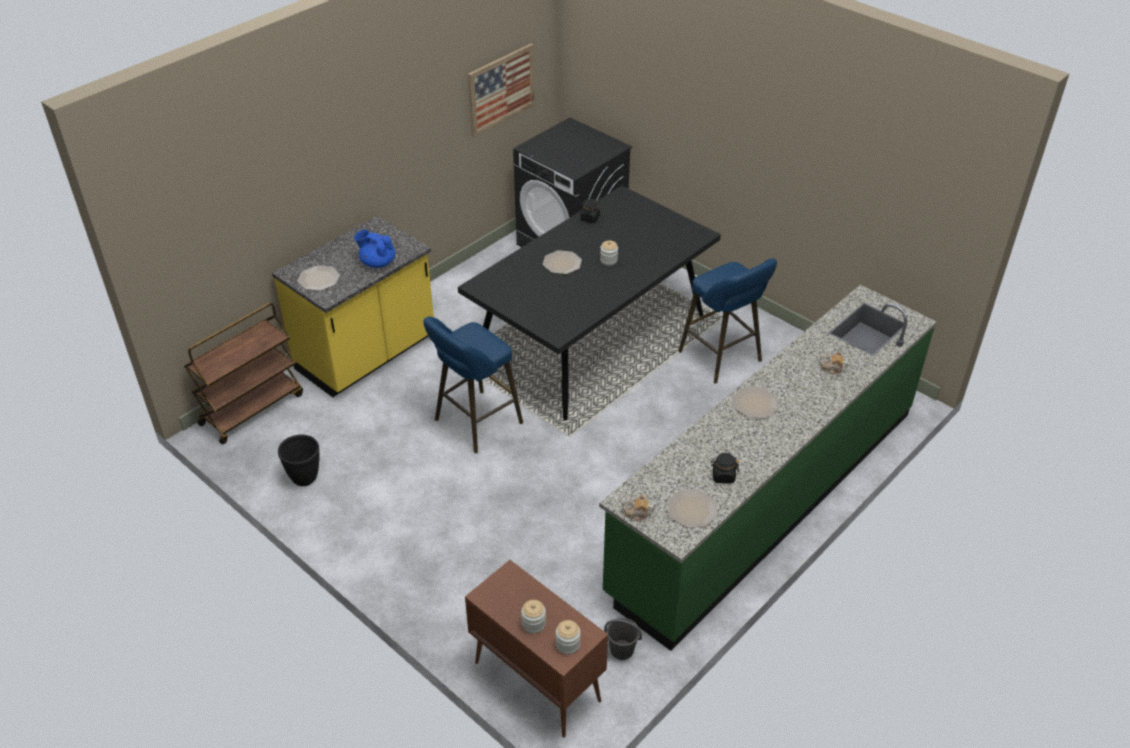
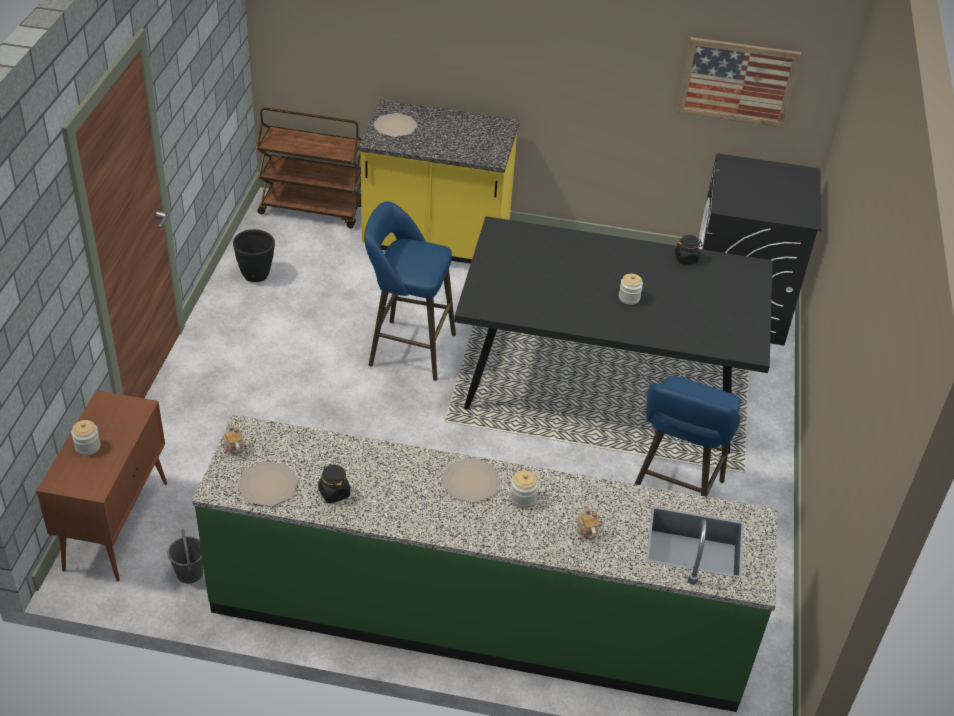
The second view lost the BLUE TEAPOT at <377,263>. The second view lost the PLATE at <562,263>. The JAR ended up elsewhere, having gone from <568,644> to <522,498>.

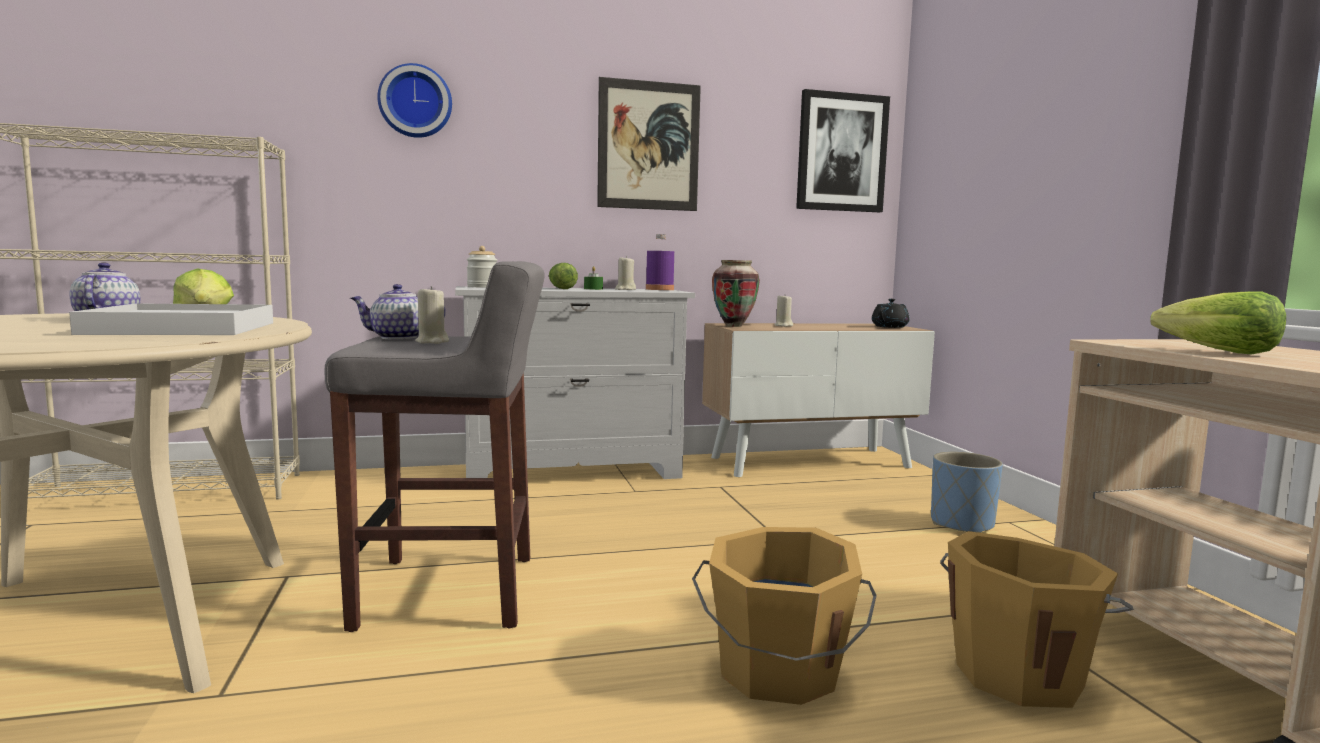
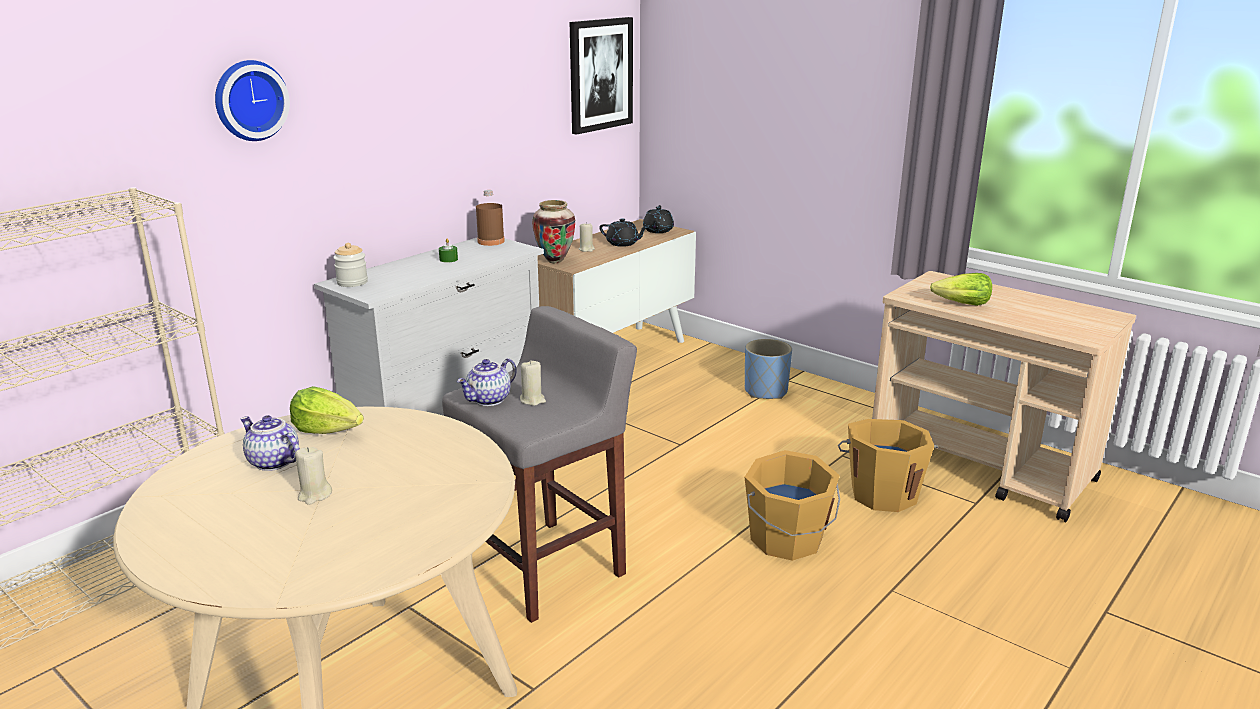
The second view lost the PICTURE at <648,146>. What was the PURPLE BOTTLE at <659,289> turned into the BROWN BOTTLE at <491,241>. The BEIGE CANDLE ended up elsewhere, having gone from <625,289> to <314,495>. The second view lost the LETTUCE at <561,288>. The second view lost the WHITE TRAY at <182,328>. The second view gained the BLACK TEAPOT at <623,243>.

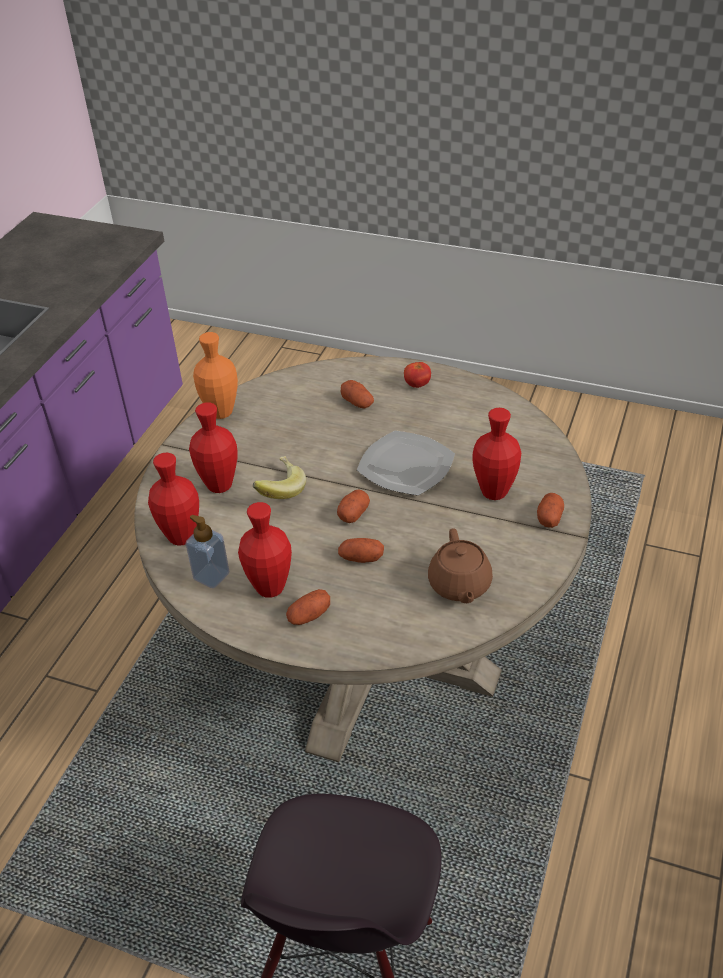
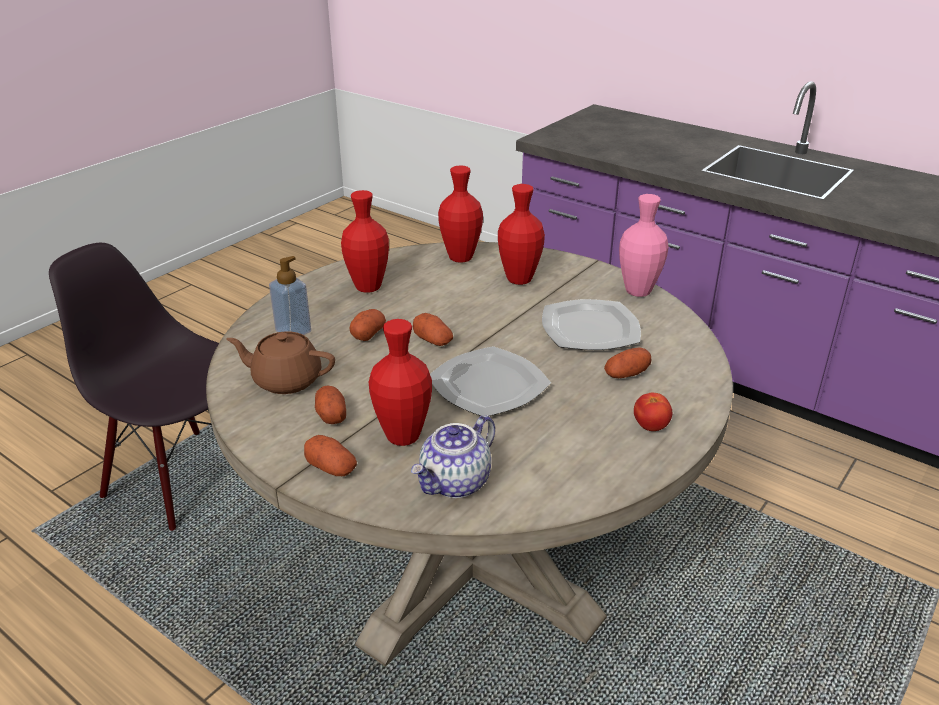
What was the ORANGE VASE at <221,412> turned into the PINK VASE at <638,291>. The second view lost the BANANA at <278,490>. The SOAP DISPENSER ended up elsewhere, having gone from <211,576> to <293,331>. The POTATO ended up elsewhere, having gone from <309,615> to <331,415>. The second view gained the PLATE at <589,329>. The second view gained the TEAPOT at <455,483>.

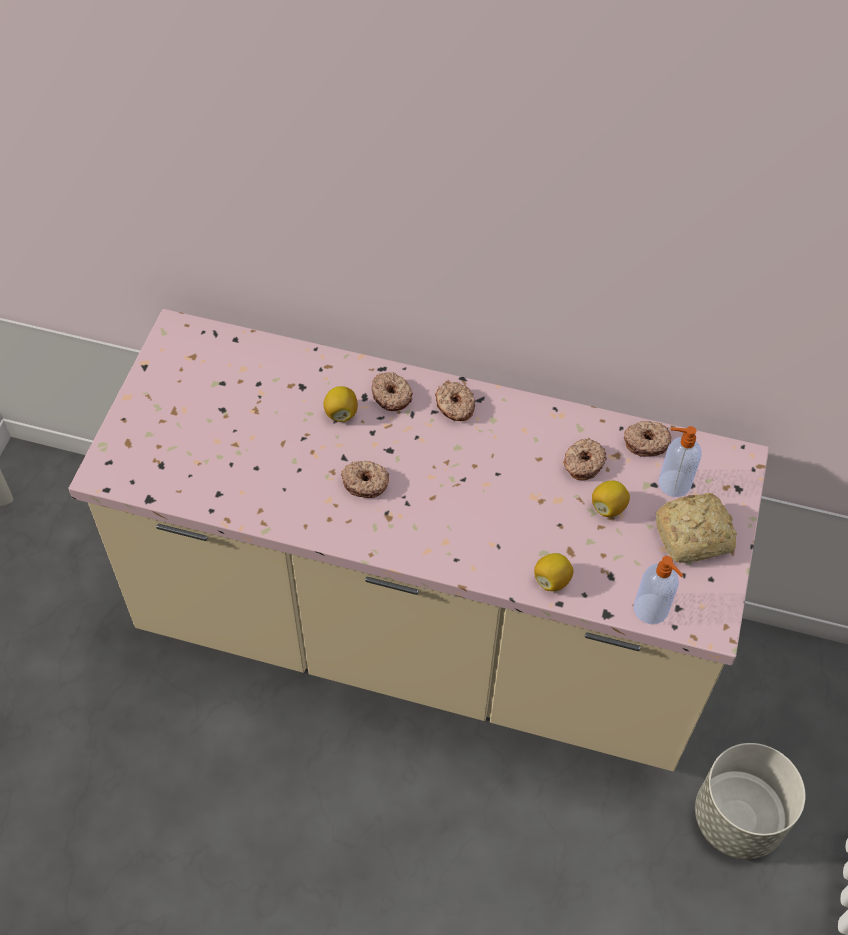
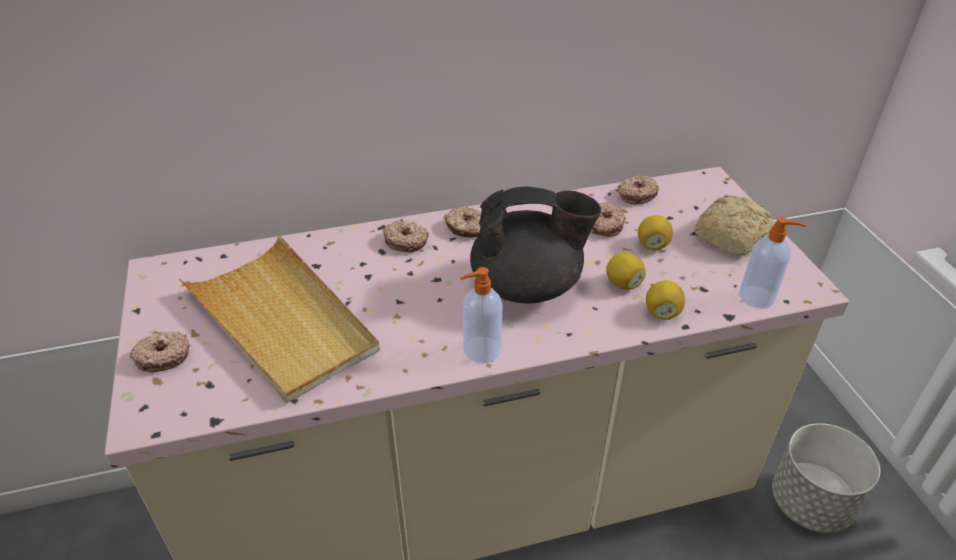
The LEMON ended up elsewhere, having gone from <341,413> to <623,284>. The SOAP DISPENSER ended up elsewhere, having gone from <673,483> to <480,350>. The DONUT ended up elsewhere, having gone from <365,482> to <163,356>. The second view gained the BLACK TEAPOT at <528,286>. The second view gained the BEIGE TRAY at <281,321>.

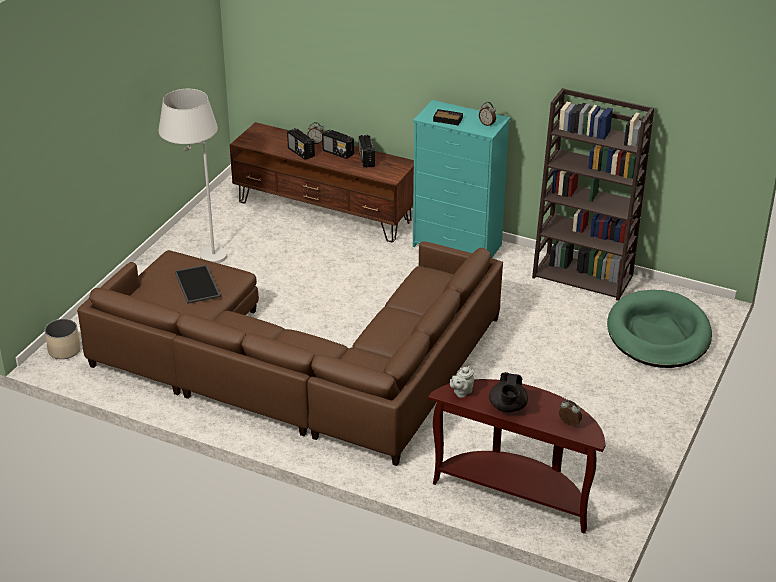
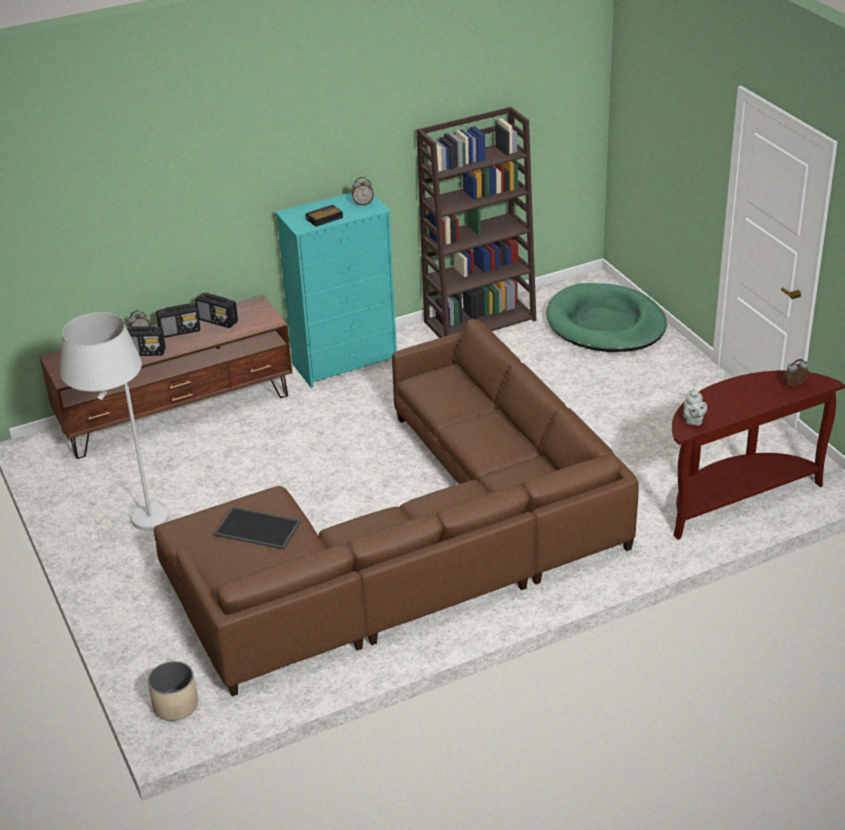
The second view lost the BLACK TEAPOT at <507,407>.

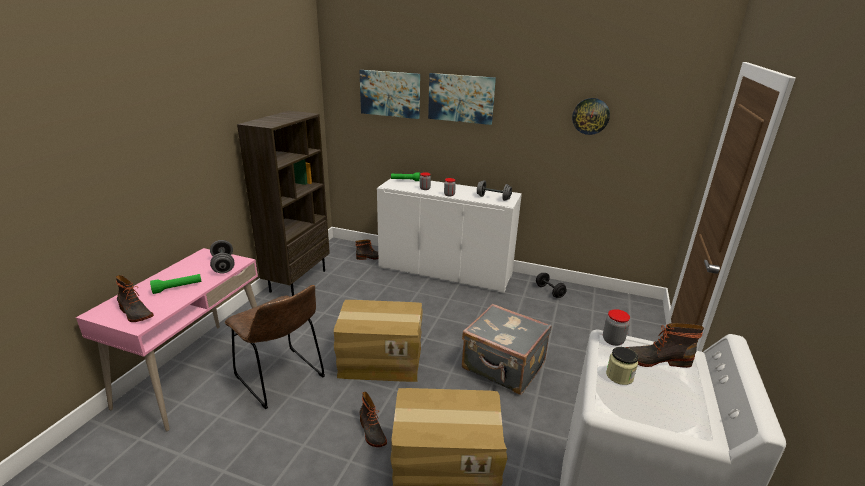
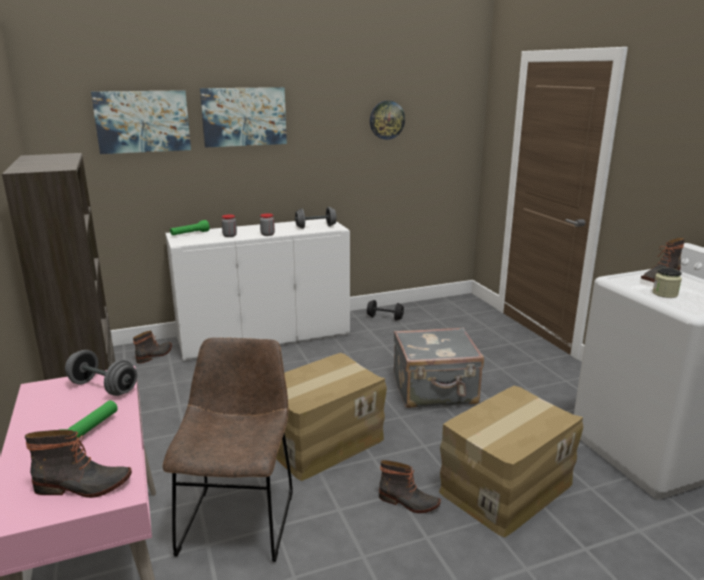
The BROWN CHAIR at <282,379> ended up facing another way, 90 degrees counterclockwise from before. The second view lost the JAR at <613,340>.

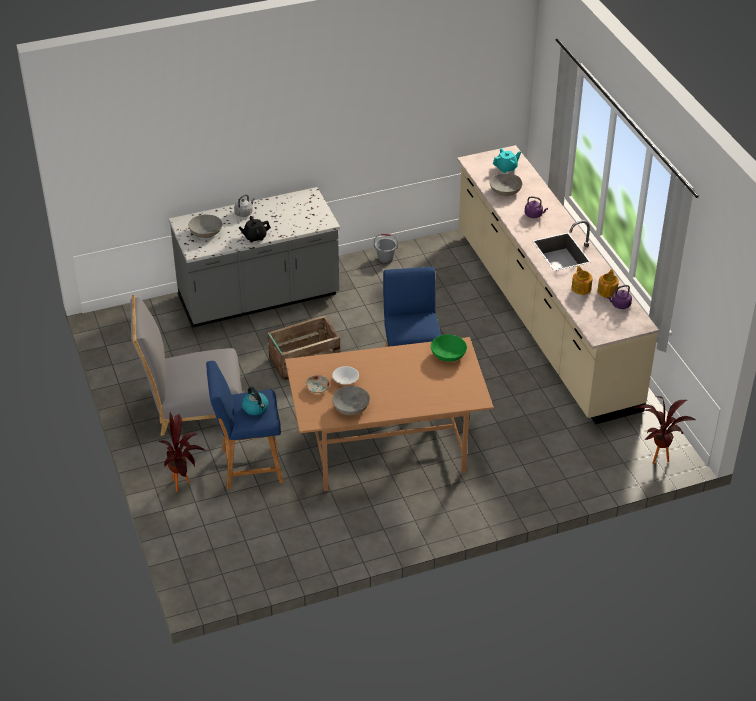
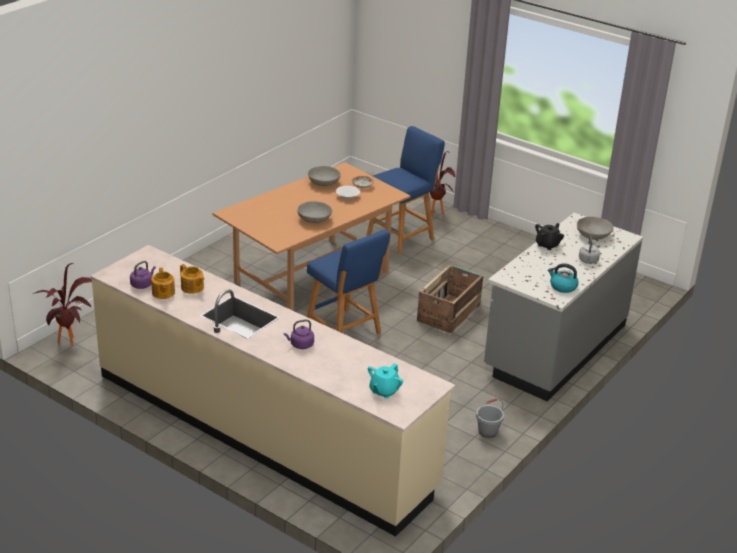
The GREY BOWL ended up elsewhere, having gone from <505,190> to <314,219>. The second view lost the GREY CHAIR at <193,406>. The second view lost the GREEN BOWL at <448,355>. The KETTLE ended up elsewhere, having gone from <256,408> to <562,287>.

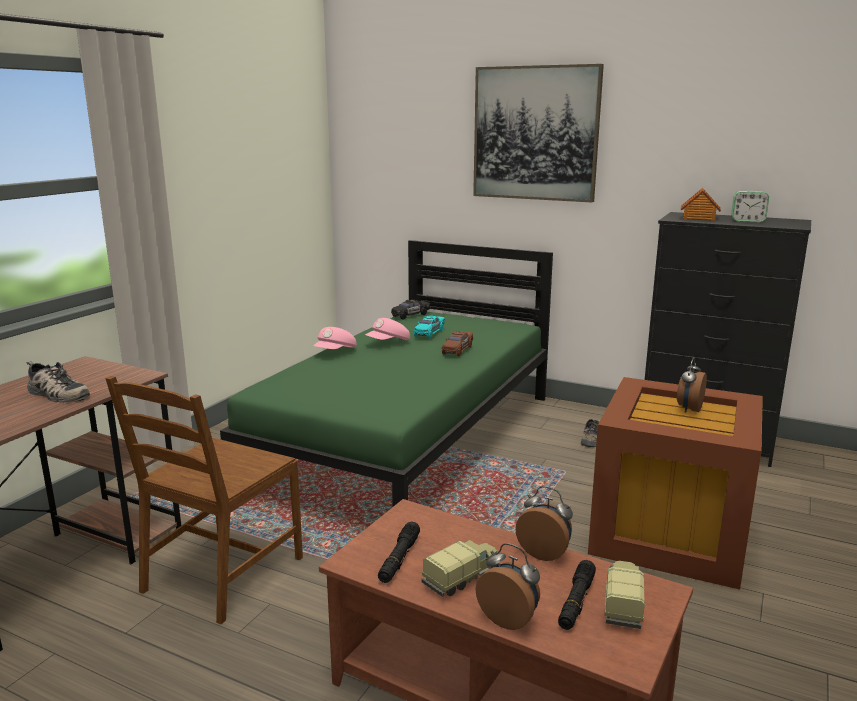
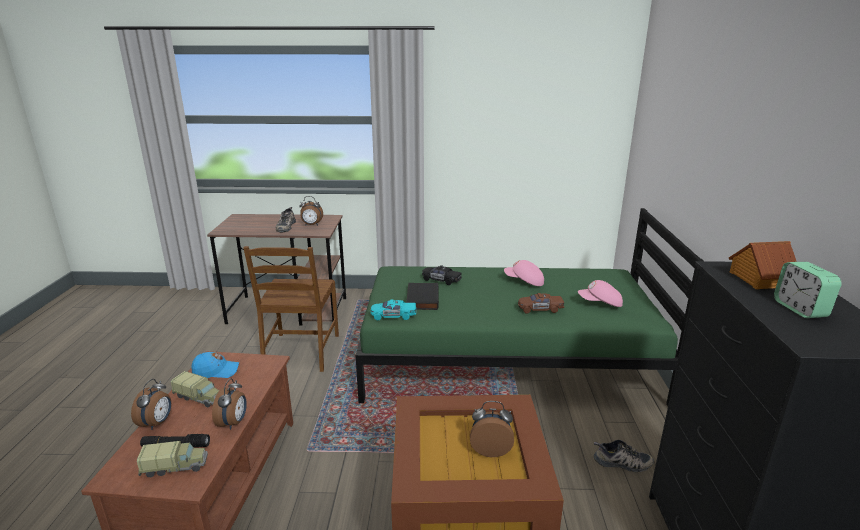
The second view lost the PICTURE at <535,133>. The BLACK TOY CAR ended up elsewhere, having gone from <410,315> to <441,280>. The TURQUOISE TOY CAR ended up elsewhere, having gone from <429,333> to <393,316>. The PINK CAP ended up elsewhere, having gone from <335,352> to <600,303>. The BROWN CHAIR at <222,574> ended up facing another way, 90 degrees counterclockwise from before. Where the BLACK FLASHLIGHT stood at <399,559>, the BLUE CAP came to stand at <216,372>. The second view gained the ALARM CLOCK at <311,225>. The second view gained the BLACK BOOK at <421,299>.

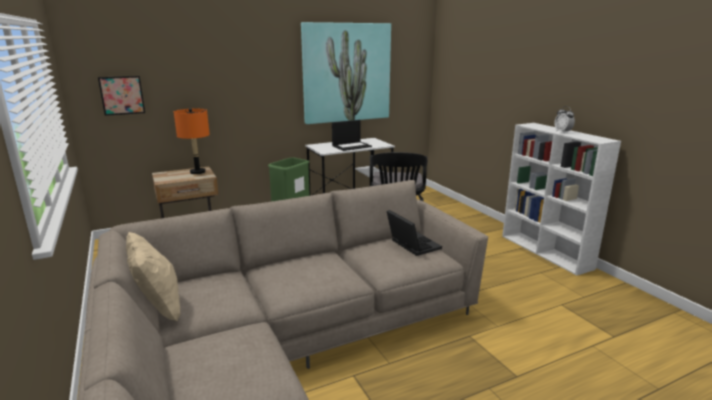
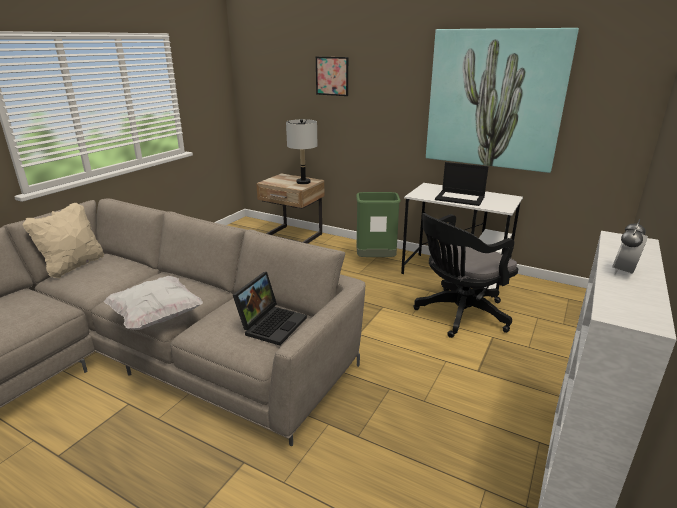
The PICTURE ended up elsewhere, having gone from <122,95> to <332,76>. What was the ORANGE TABLE LAMP at <197,172> turned into the GREY TABLE LAMP at <303,182>. The second view gained the WHITE PILLOW at <157,317>.

